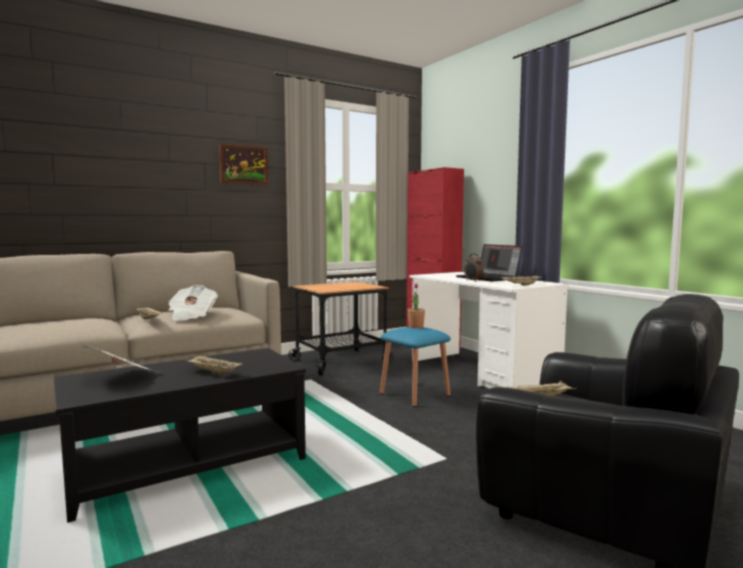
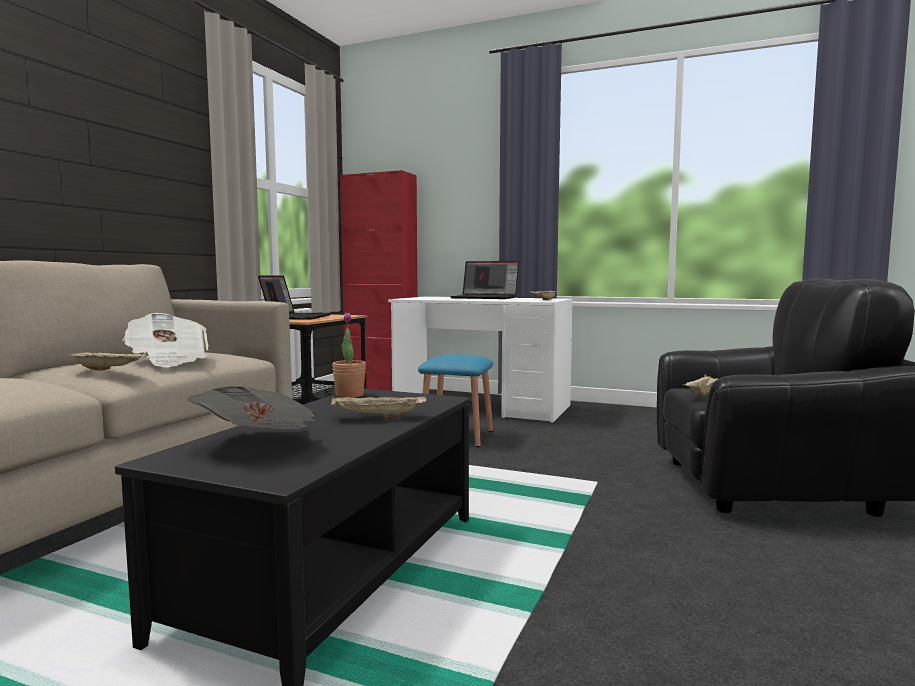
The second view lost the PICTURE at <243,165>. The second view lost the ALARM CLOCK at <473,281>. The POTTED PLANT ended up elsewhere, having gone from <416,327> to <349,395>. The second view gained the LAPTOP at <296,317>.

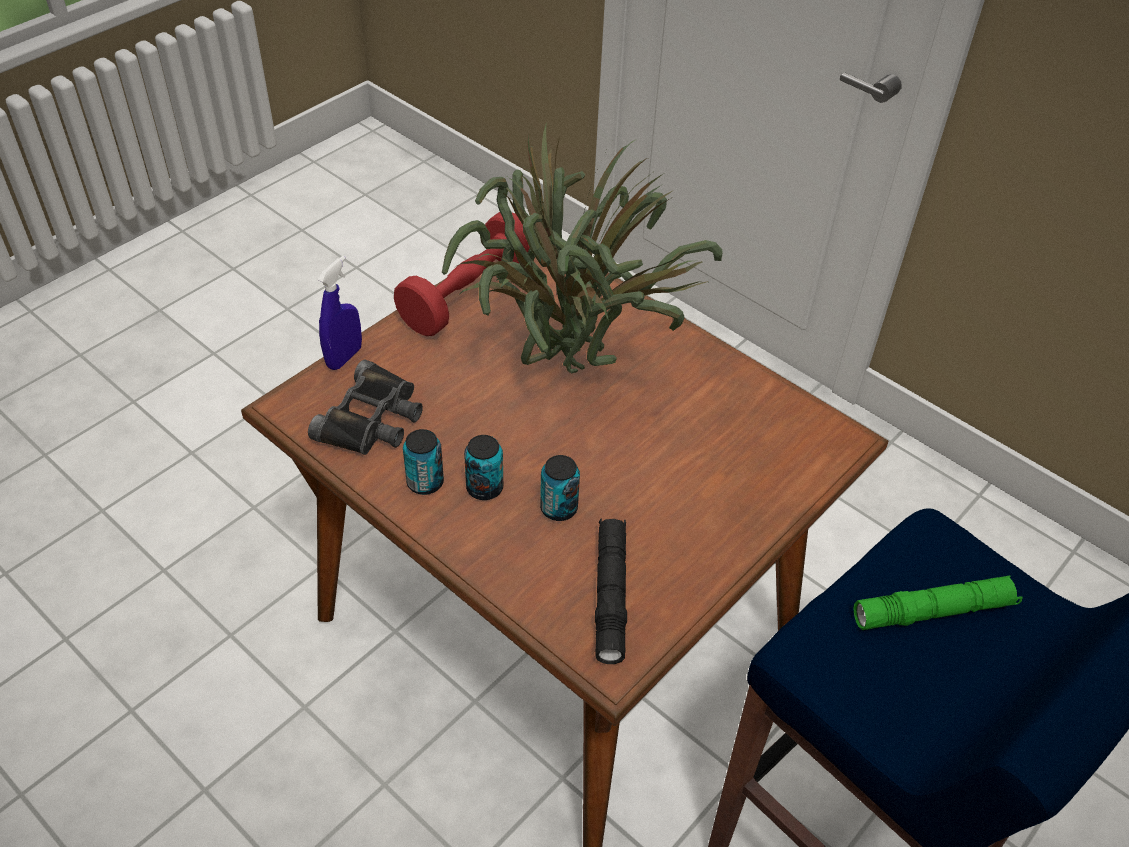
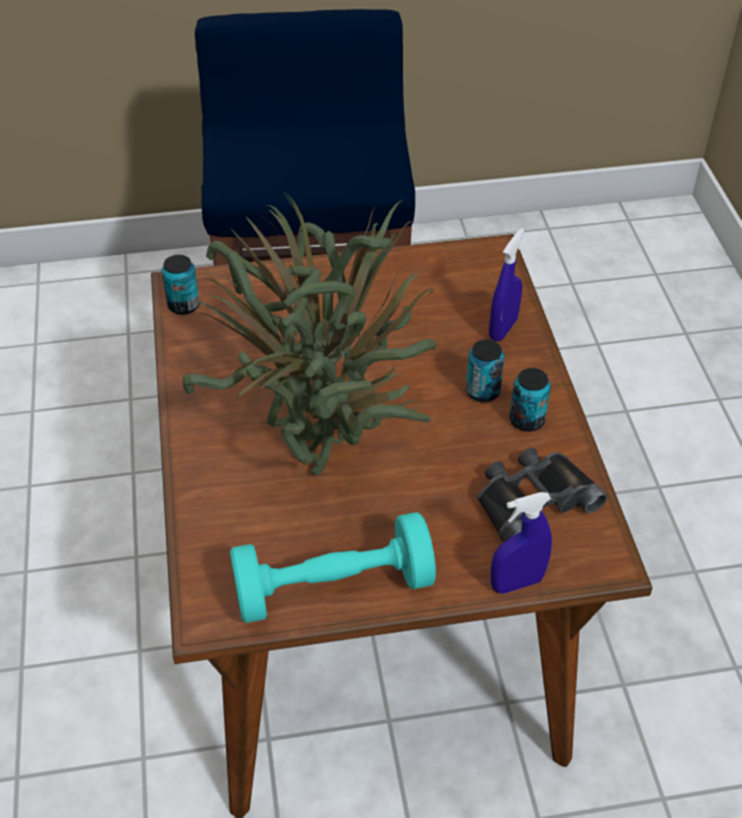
What was the RED DUMBBELL at <468,294> turned into the TURQUOISE DUMBBELL at <333,588>. The CAN ended up elsewhere, having gone from <558,508> to <184,305>. The second view lost the BLACK FLASHLIGHT at <610,595>. The second view lost the GREEN FLASHLIGHT at <933,611>. The second view gained the BLUE SPRAY BOTTLE at <503,329>.

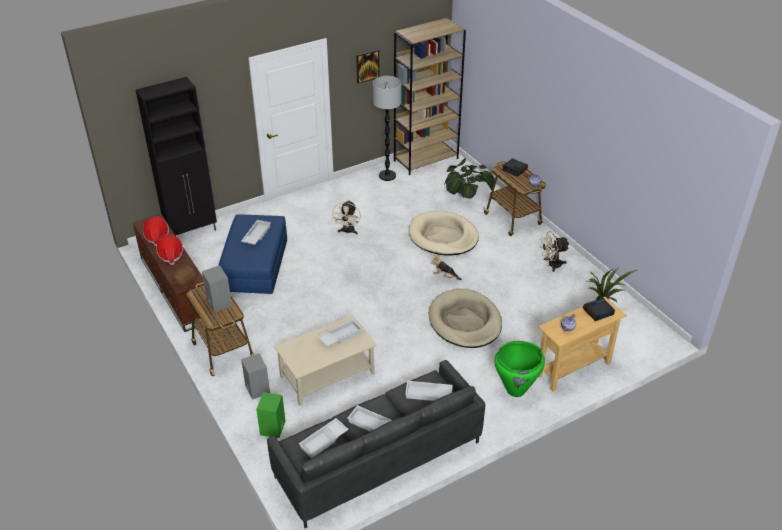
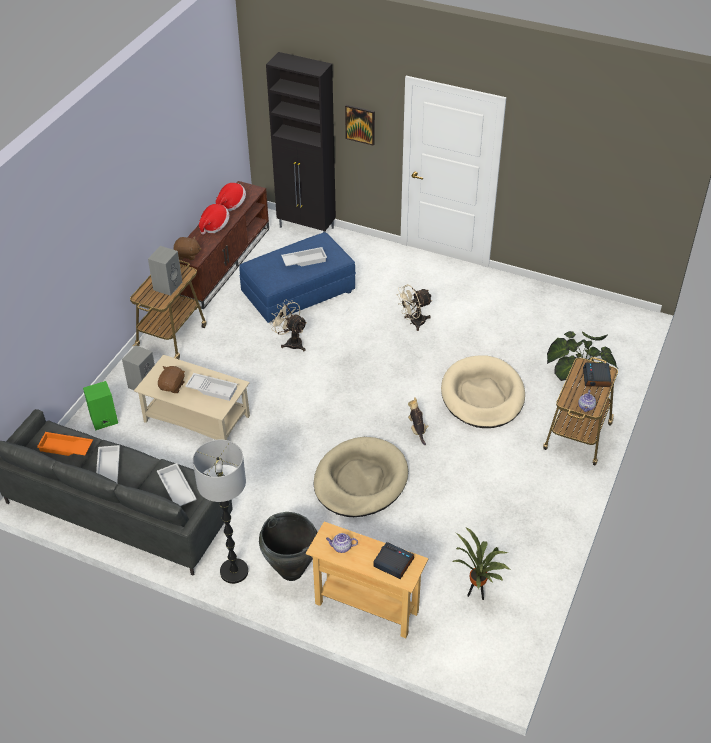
The second view lost the BROWN BOOKCASE at <426,159>. The PICTURE ended up elsewhere, having gone from <367,66> to <360,124>. The FLOOR LAMP ended up elsewhere, having gone from <387,176> to <234,571>. The BEIGE FAN ended up elsewhere, having gone from <551,265> to <291,342>. What was the GREEN VASE at <515,390> turned into the BLACK VASE at <291,571>. What was the WHITE TRAY at <324,441> turned into the ORANGE TRAY at <65,448>. The second view gained the BROWN PLUSH TOY at <172,386>.

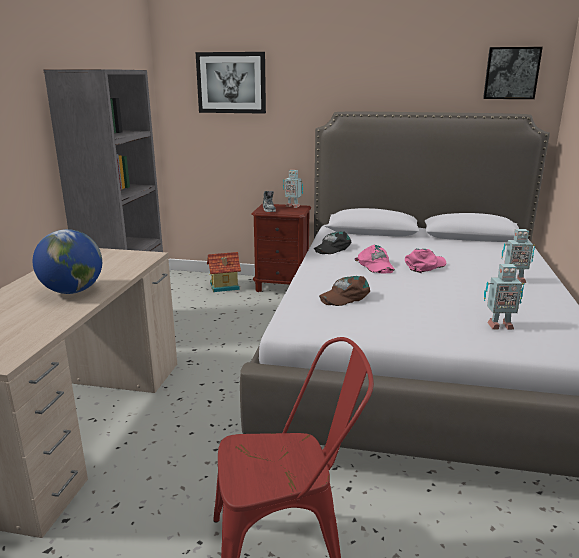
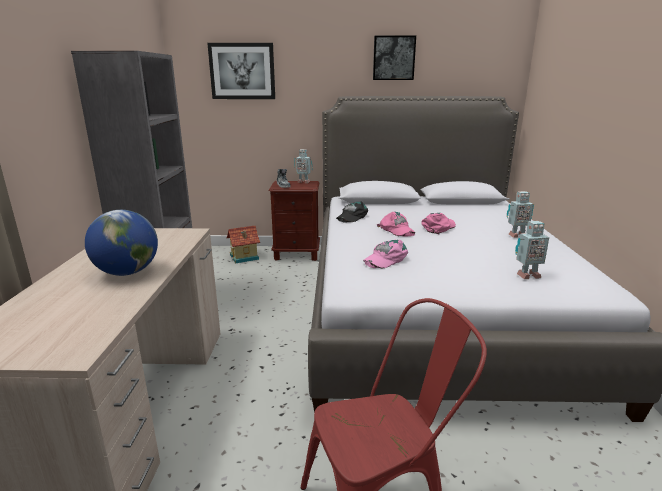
The PICTURE ended up elsewhere, having gone from <511,73> to <393,58>. What was the BROWN CAP at <345,296> turned into the PINK CAP at <385,259>.

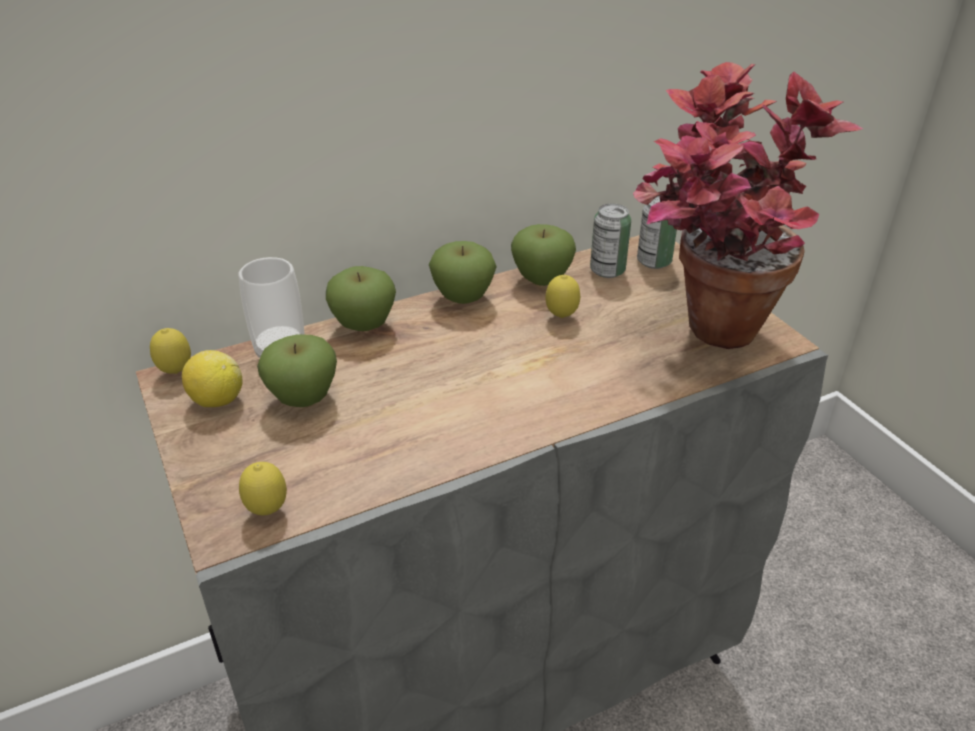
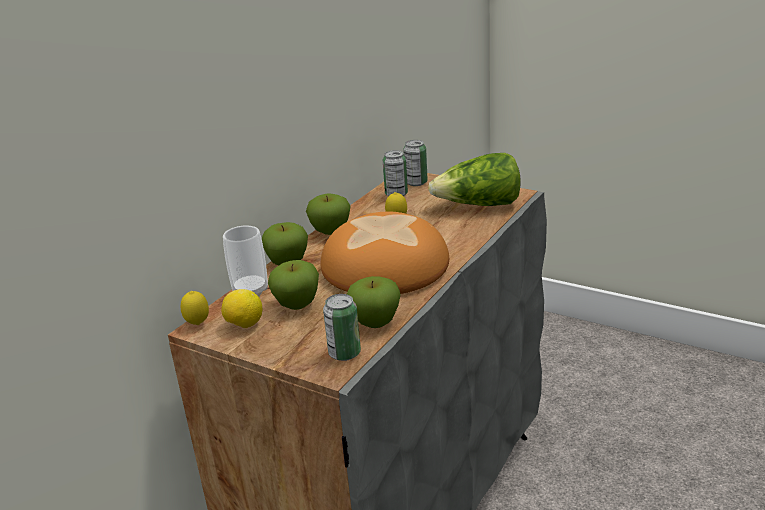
Where the POTTED PLANT stood at <701,338>, the LETTUCE came to stand at <479,205>. The APPLE ended up elsewhere, having gone from <541,279> to <375,323>. Where the LEMON stood at <268,511>, the CAN came to stand at <344,353>. The second view gained the BREAD at <384,267>.

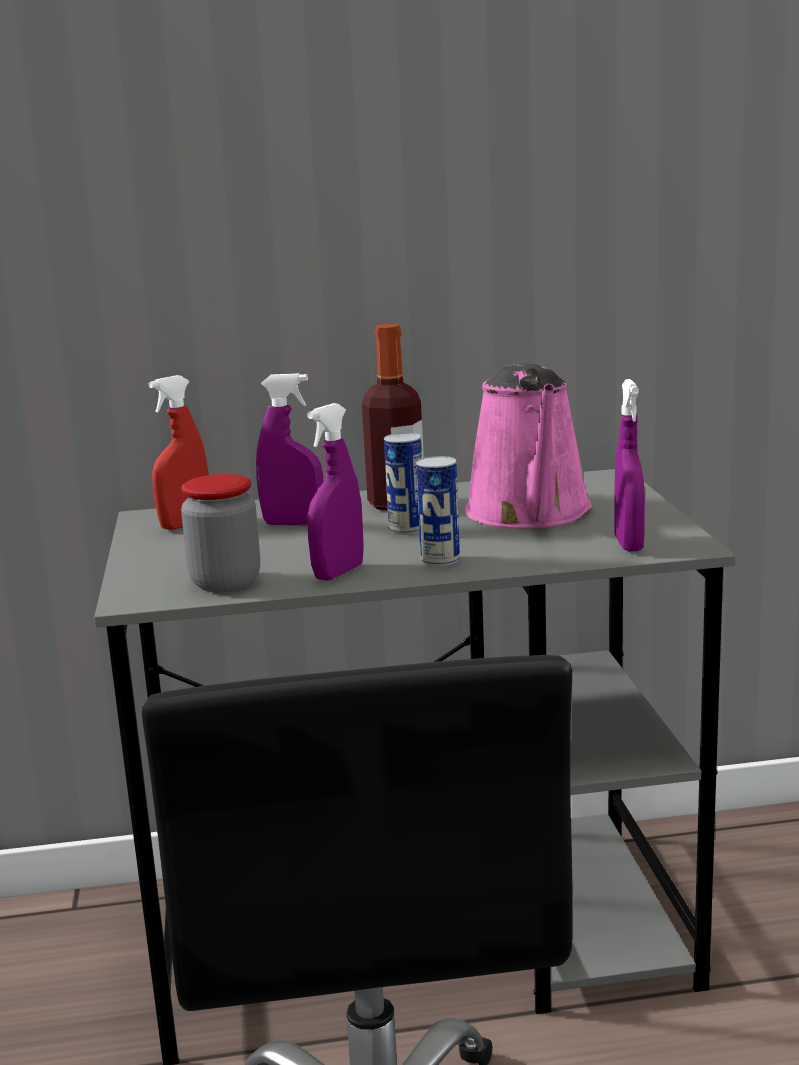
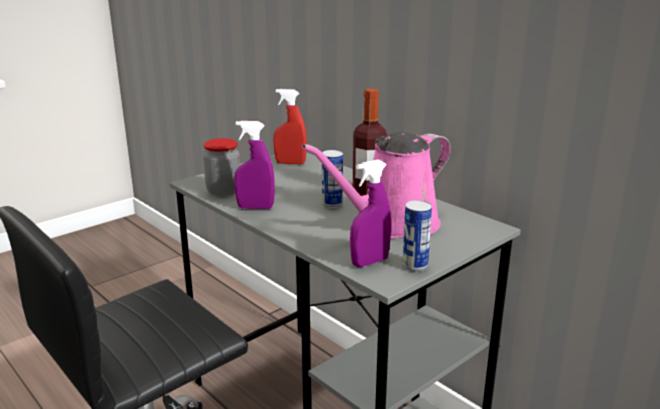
The second view lost the PURPLE SPRAY BOTTLE at <293,523>. The CAN ended up elsewhere, having gone from <440,560> to <415,266>.

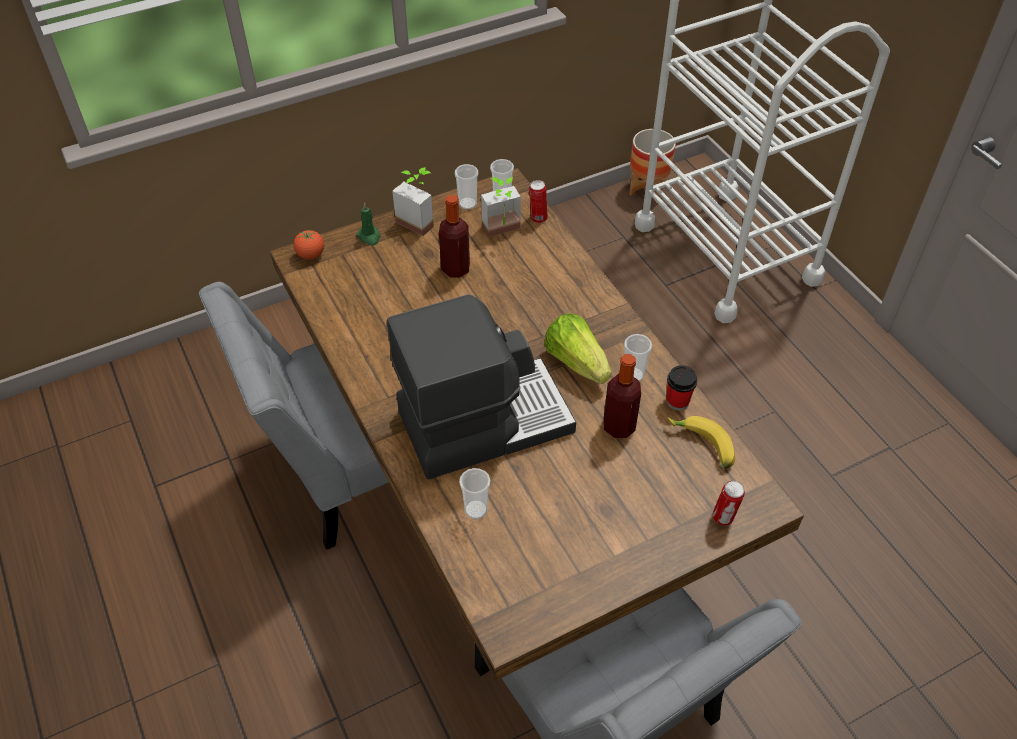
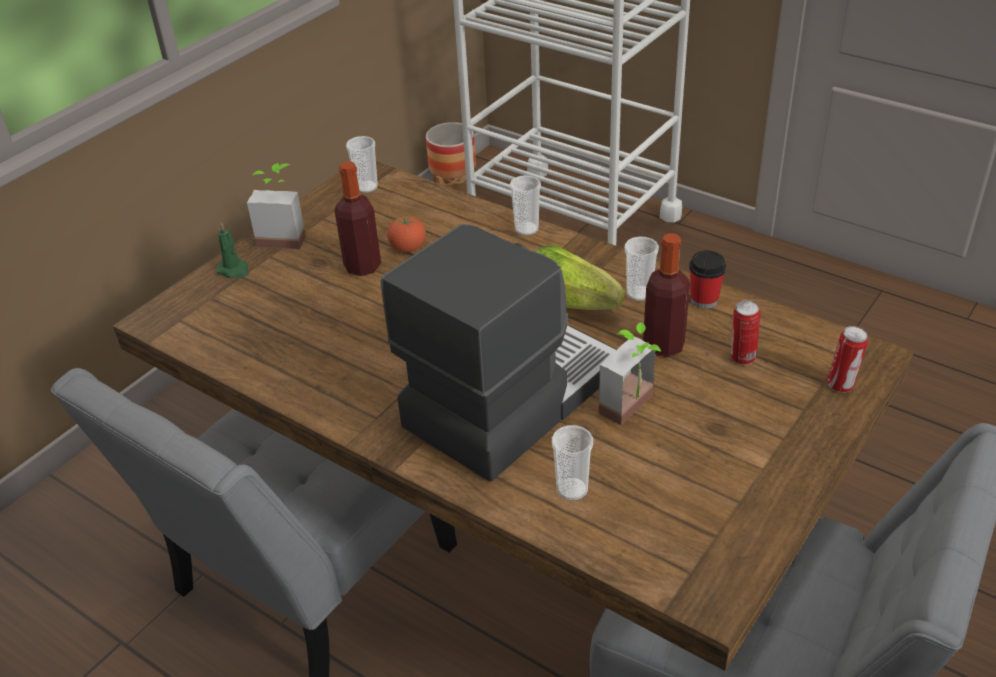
The CUP ended up elsewhere, having gone from <467,204> to <526,229>. The POTTED PLANT ended up elsewhere, having gone from <504,232> to <635,409>. The CAN ended up elsewhere, having gone from <538,218> to <742,358>. The TOMATO ended up elsewhere, having gone from <311,255> to <408,248>. The second view lost the BANANA at <702,446>.

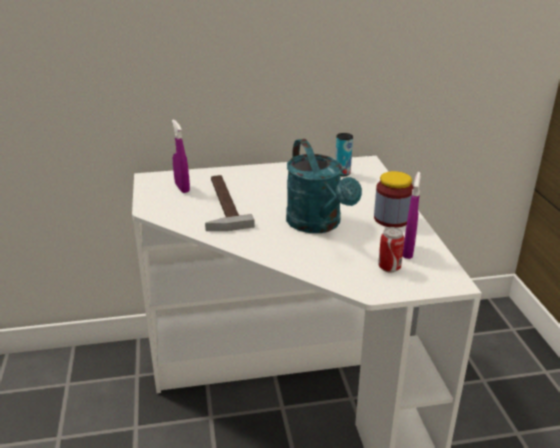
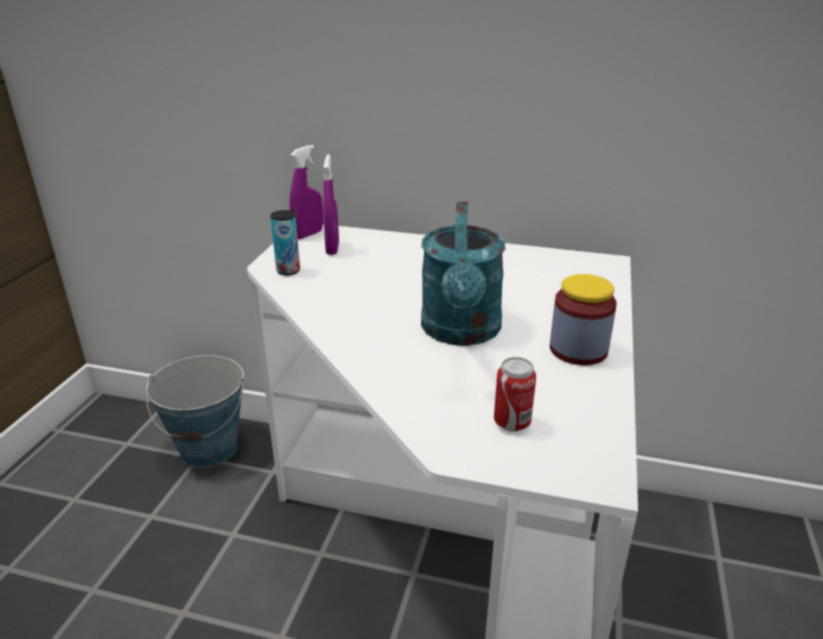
The CAN ended up elsewhere, having gone from <342,173> to <288,271>. The PURPLE SPRAY BOTTLE ended up elsewhere, having gone from <408,251> to <308,234>. The second view lost the HAMMER at <220,204>. The second view gained the BUCKET at <209,448>.

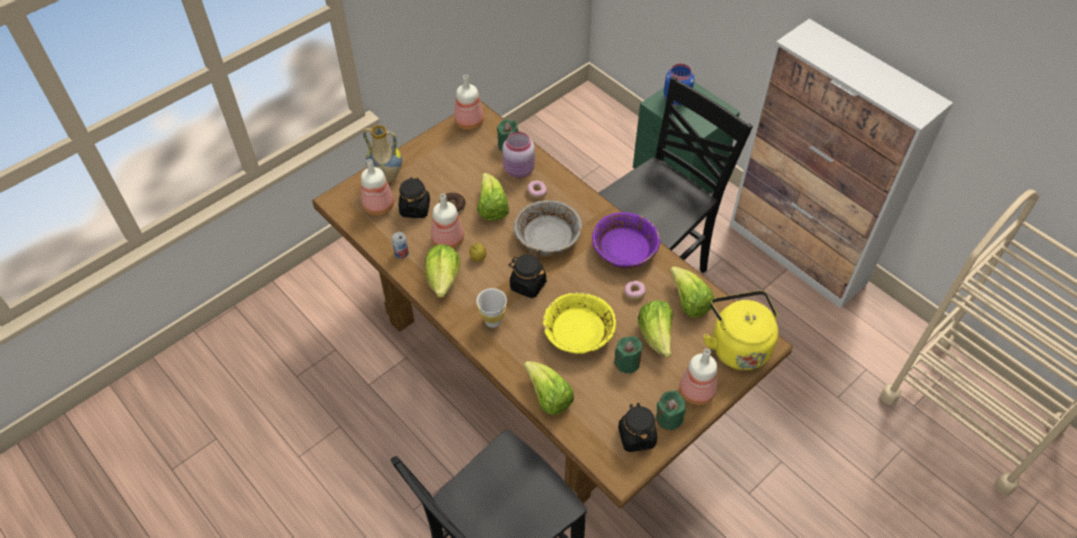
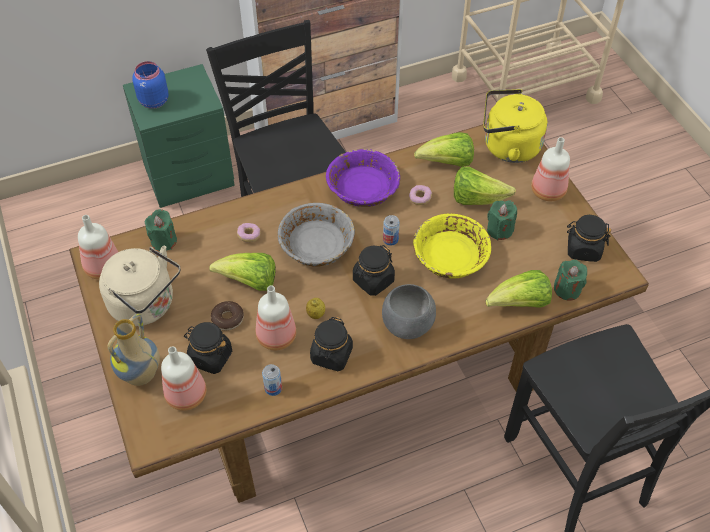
The second view lost the PINK JAR at <519,170>. Where the LETTUCE stood at <443,279>, the BLACK JAR came to stand at <331,355>. Where the WHITE CUP stood at <493,321>, the GREY BOWL came to stand at <408,324>. The GREEN CANDLE ended up elsewhere, having gone from <668,418> to <567,289>. The second view gained the CAN at <390,239>. The second view gained the BEIGE KETTLE at <146,305>.

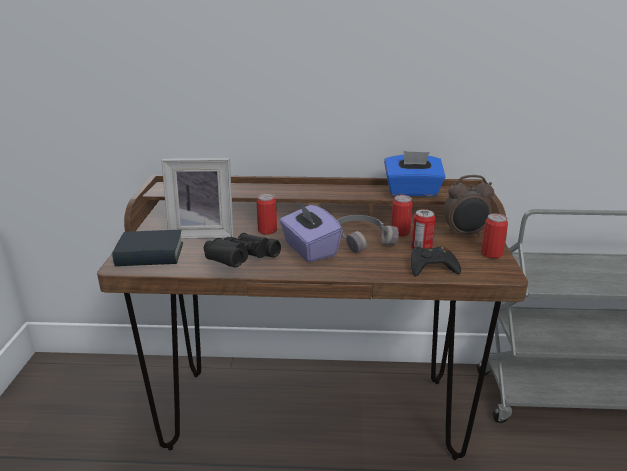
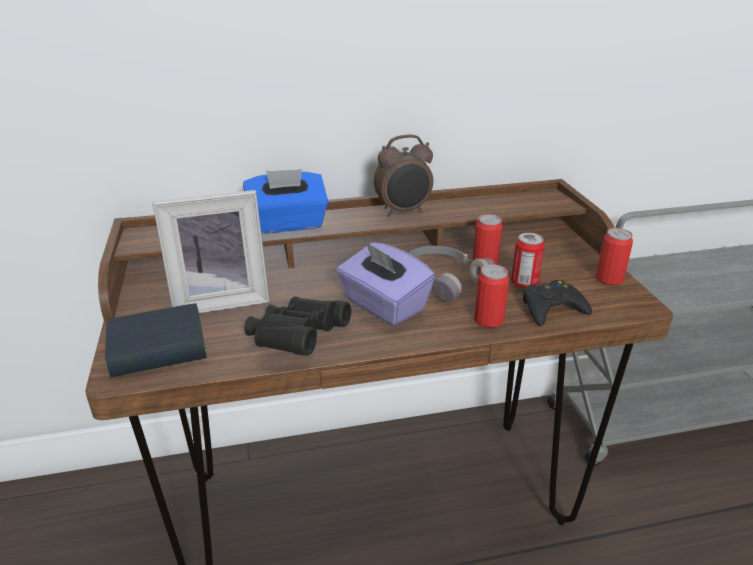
The BLUE TISSUE BOX ended up elsewhere, having gone from <412,192> to <288,224>. The ALARM CLOCK ended up elsewhere, having gone from <465,234> to <403,212>. The CAN ended up elsewhere, having gone from <267,230> to <488,320>.

